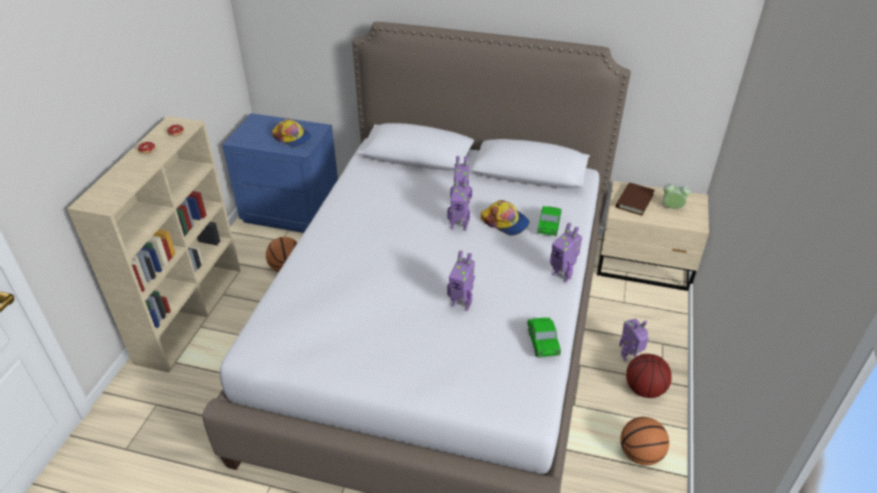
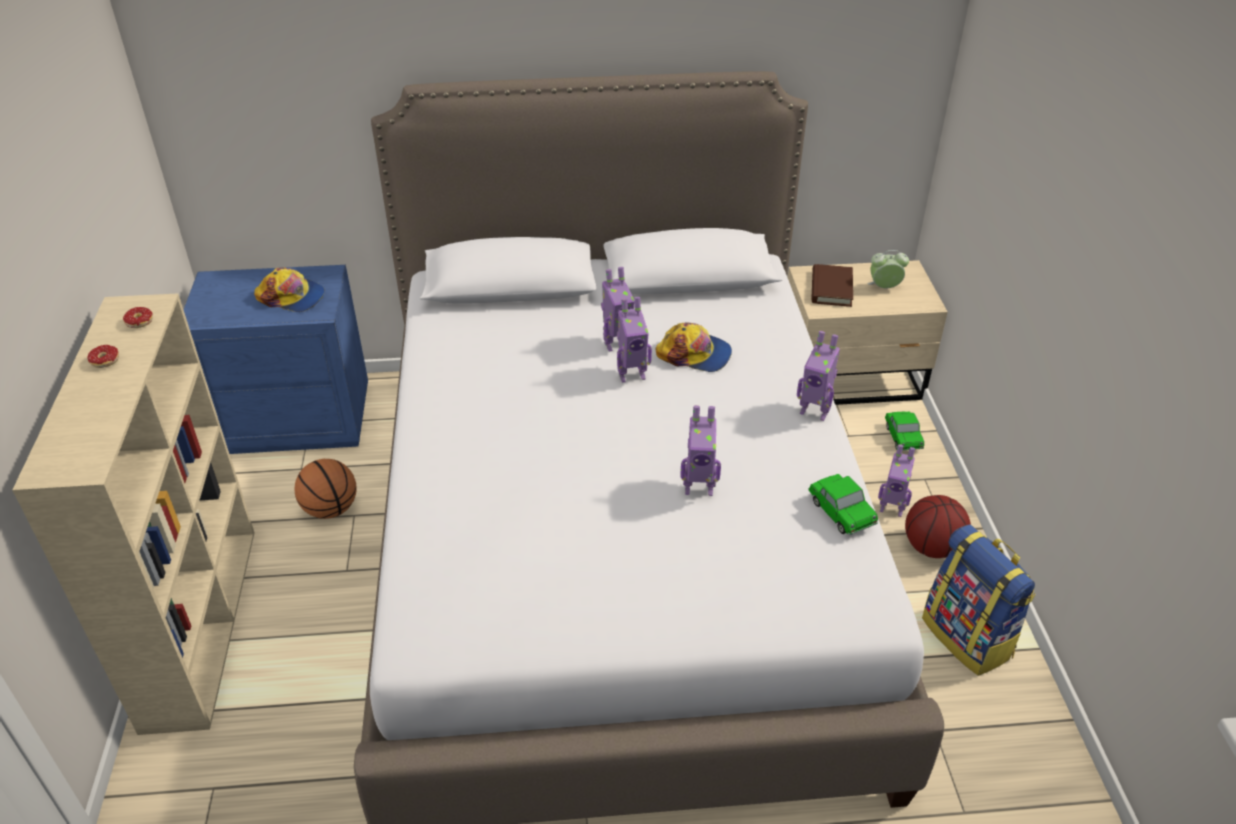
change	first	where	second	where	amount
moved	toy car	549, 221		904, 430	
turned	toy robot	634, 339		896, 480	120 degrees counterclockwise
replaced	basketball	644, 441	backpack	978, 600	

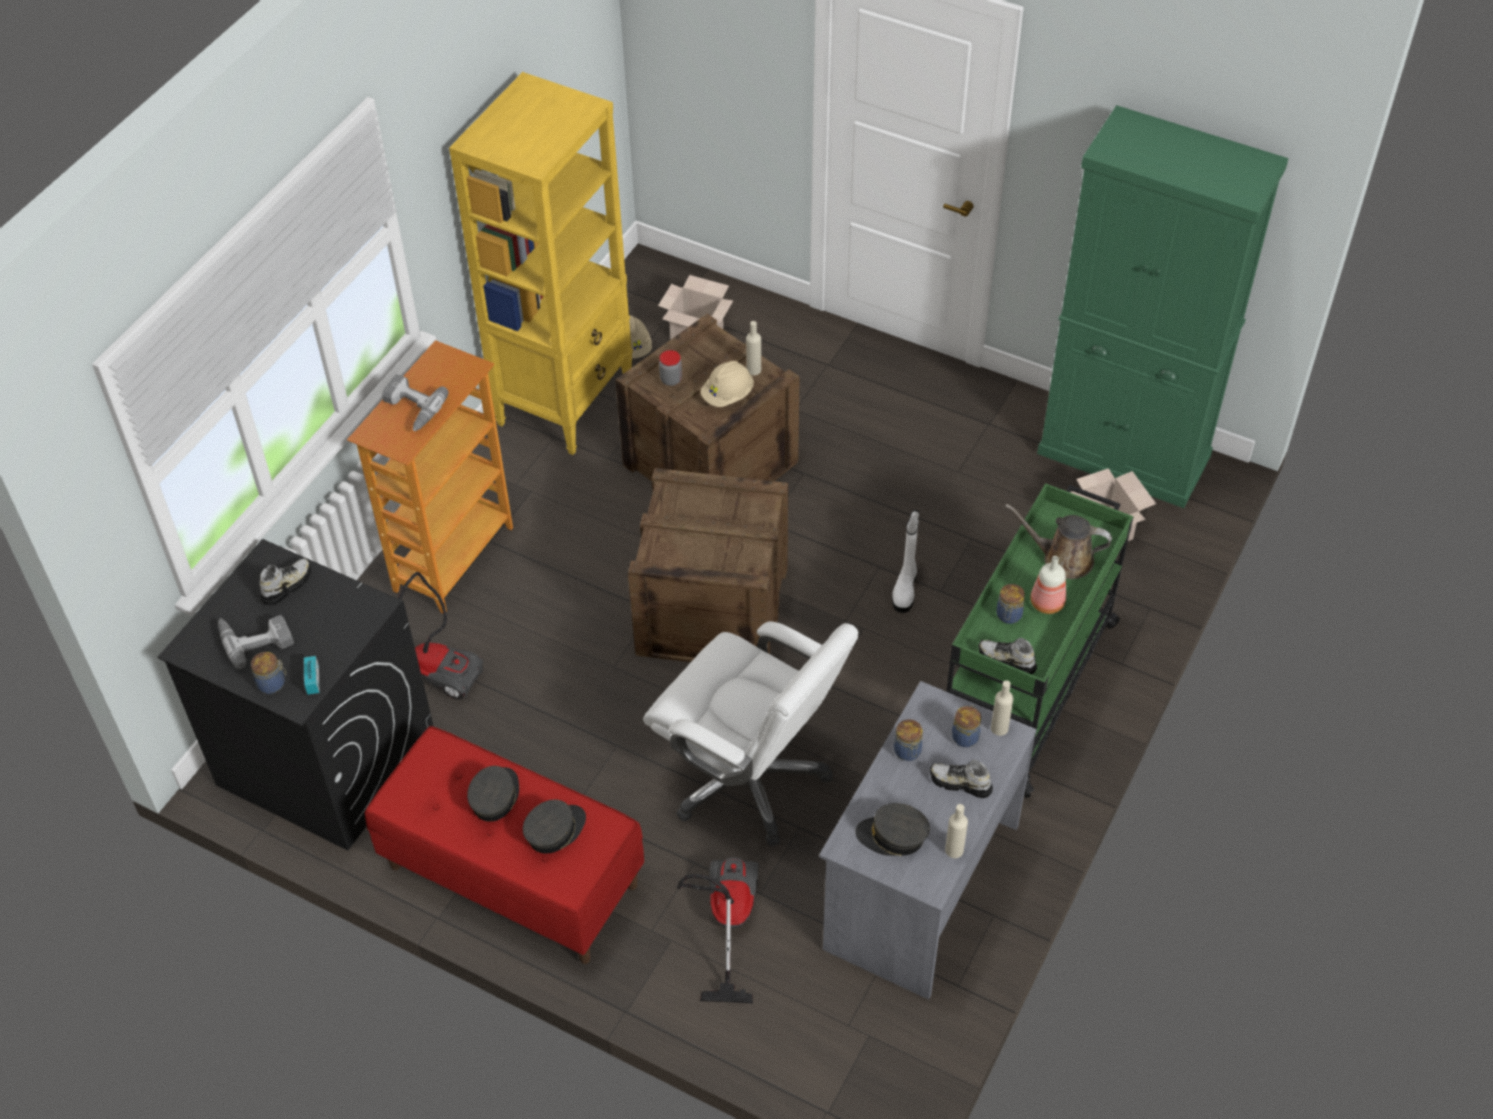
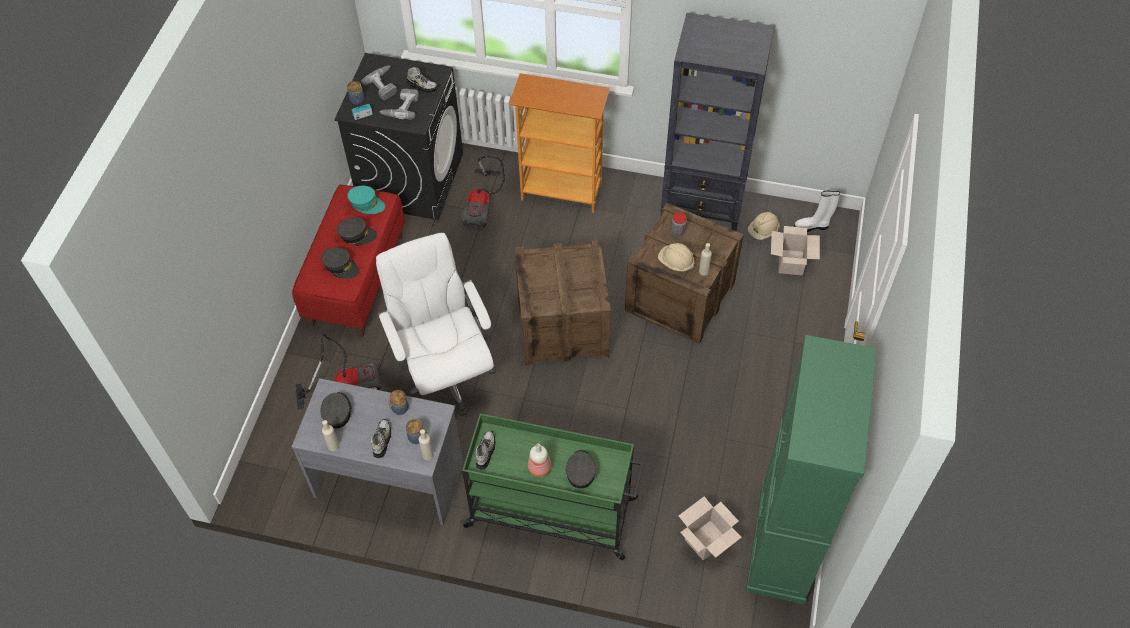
change	first	where	second	where	amount
moved	power drill	415, 402		399, 104	
recoloured	bookcase (yellow)	541, 263	bookcase (black)	717, 122	
turned	office chair (white)	751, 734		436, 325	135 degrees clockwise
moved	boot (white)	905, 561		817, 211	
removed	jar	1010, 604			
replaced	watering can (brown)	1058, 541	cap (grey)	581, 469	
added			cap (turquoise)	366, 200	

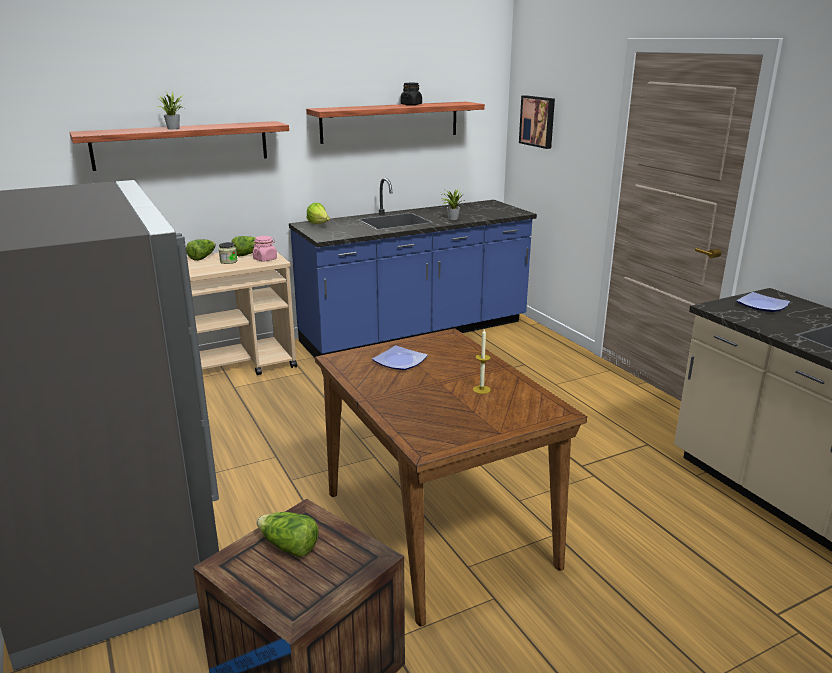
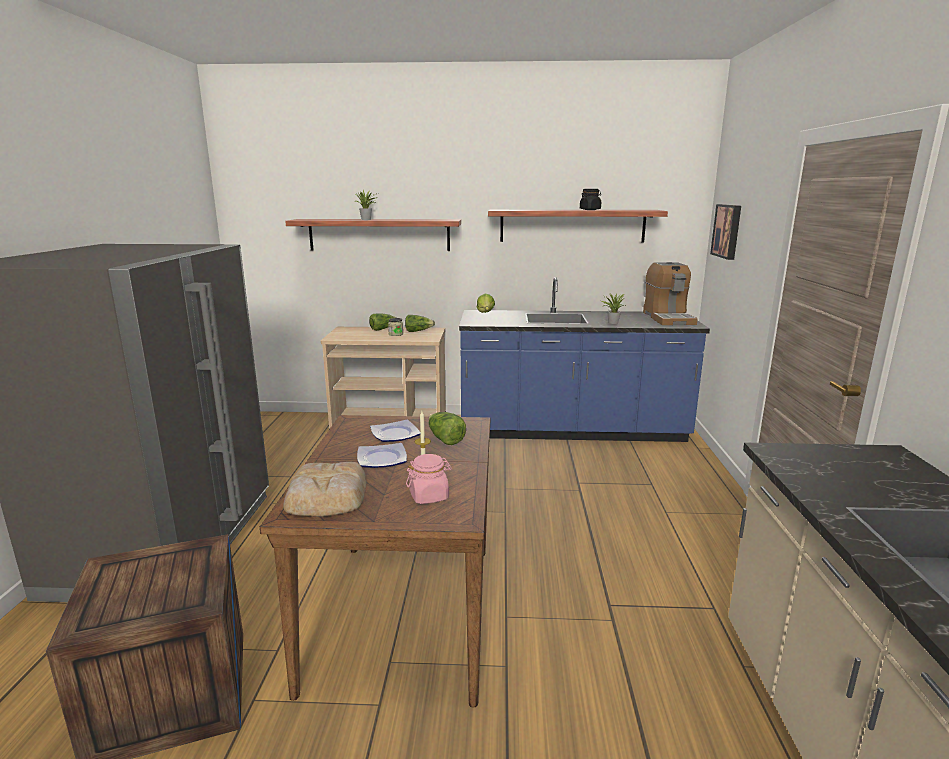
change	first	where	second	where	amount
moved	jar (pink)	265, 249		429, 479	
moved	lettuce	287, 534		447, 428	
moved	plate	763, 302		382, 455	
added			bread	324, 489	
added			coffee machine	670, 293	

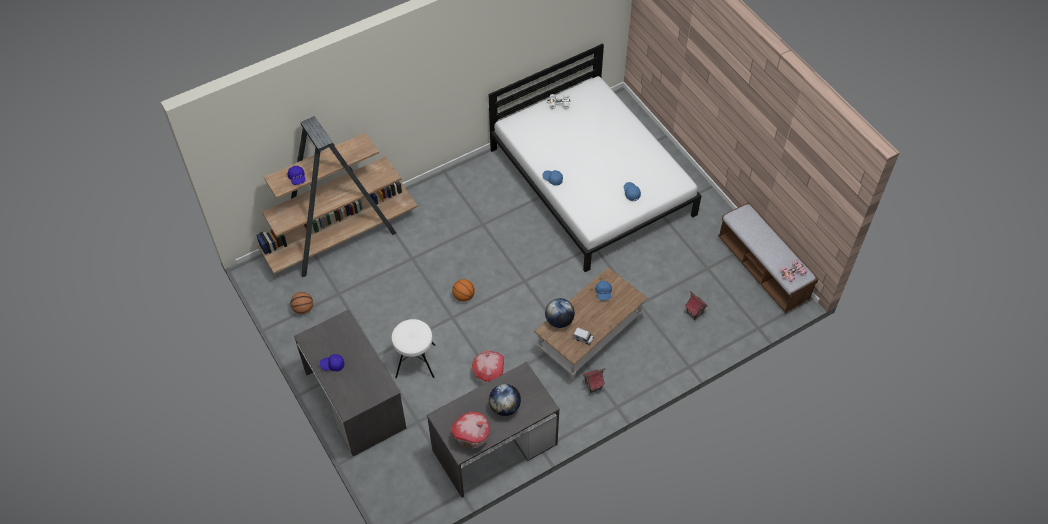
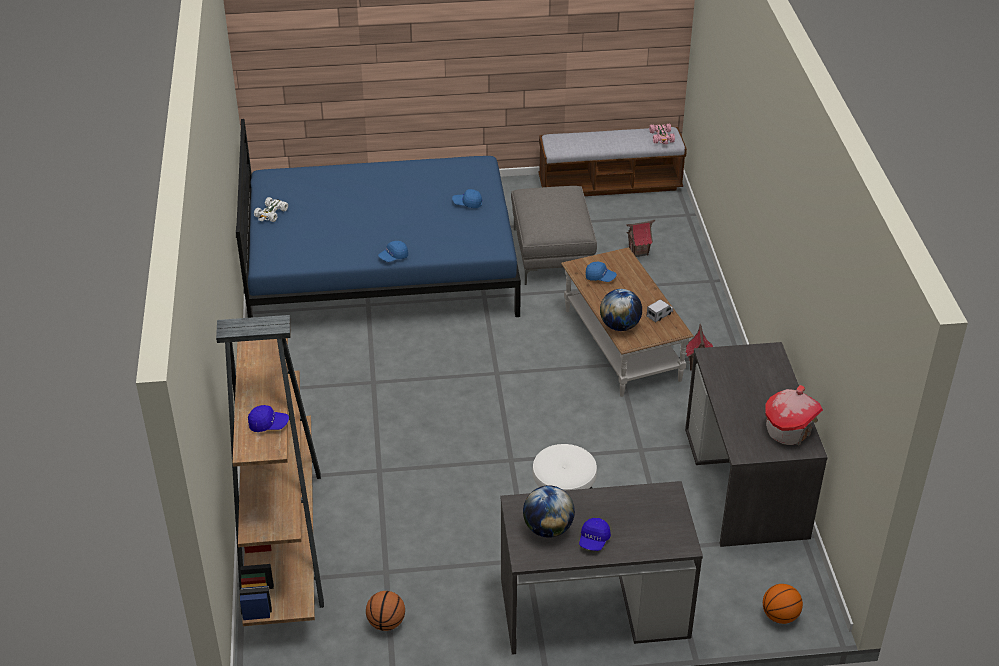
change	first	where	second	where	amount
moved	basketball	463, 290		783, 604	
removed	toy house	488, 367			
recoloured	bed (white)	595, 157	bed (blue)	378, 218	
moved	globe	505, 400		549, 511	
added			ottoman (grey)	554, 235	

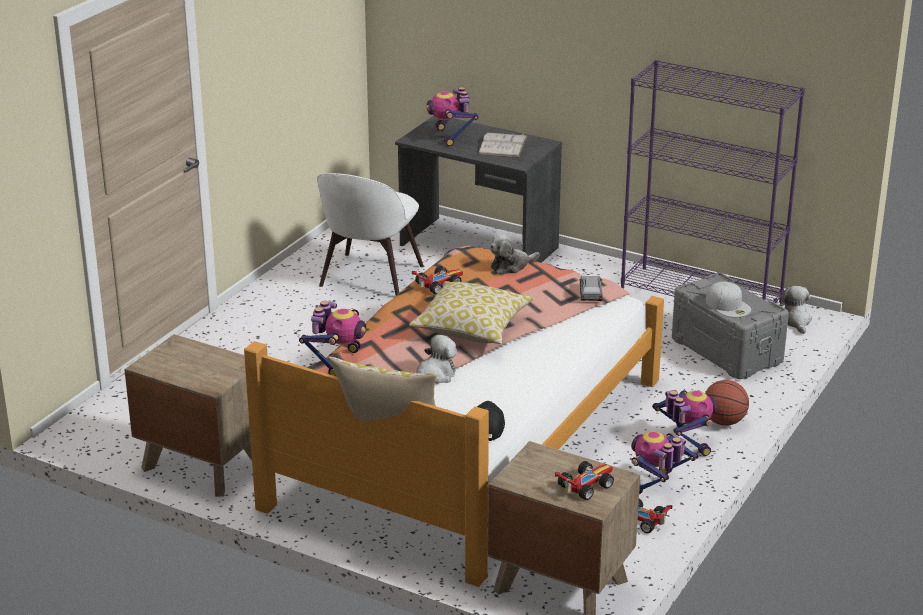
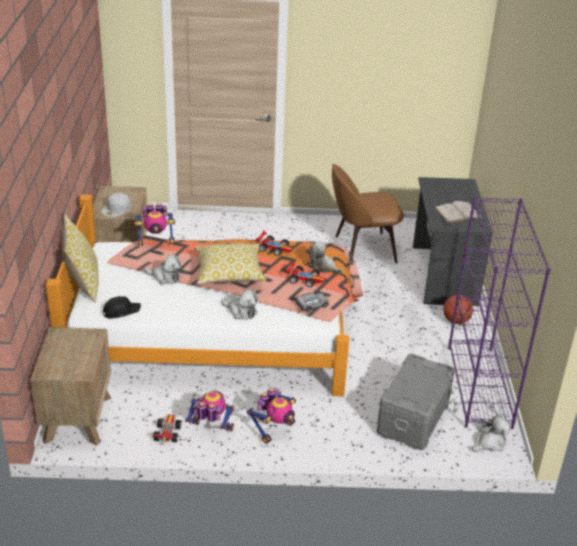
change	first	where	second	where	amount
recoloured	chair (white)	370, 234	chair (brown)	368, 213	
removed	toy robot	452, 117			
moved	toy car	584, 480		305, 274	
moved	basketball	727, 403		458, 309	
moved	cap (white)	728, 299		116, 205	
added			plush toy	239, 305	

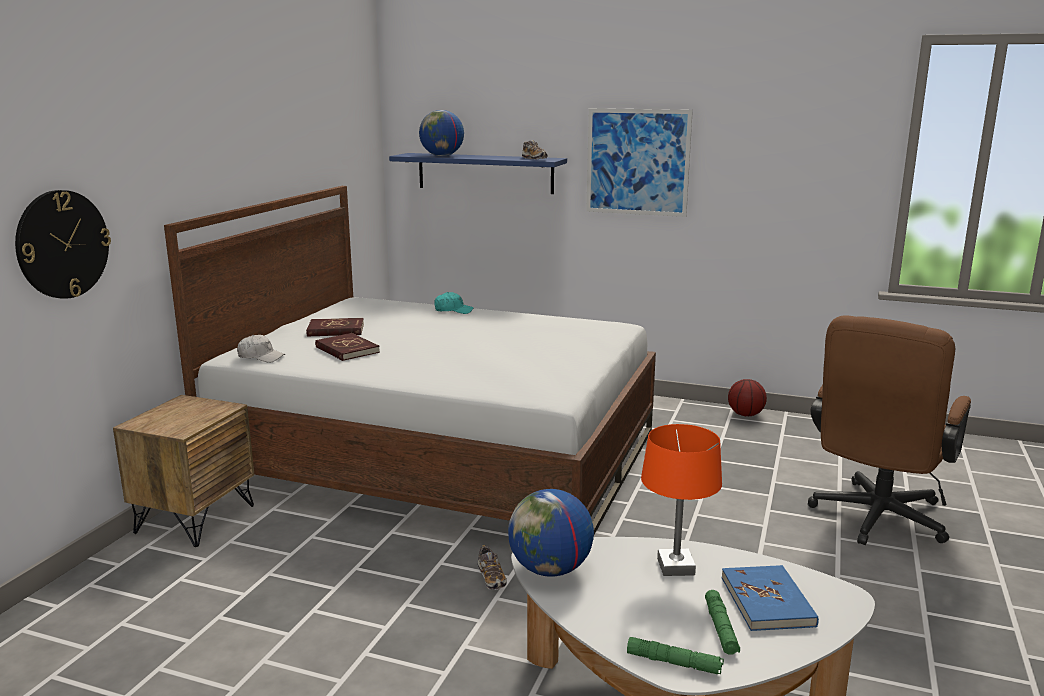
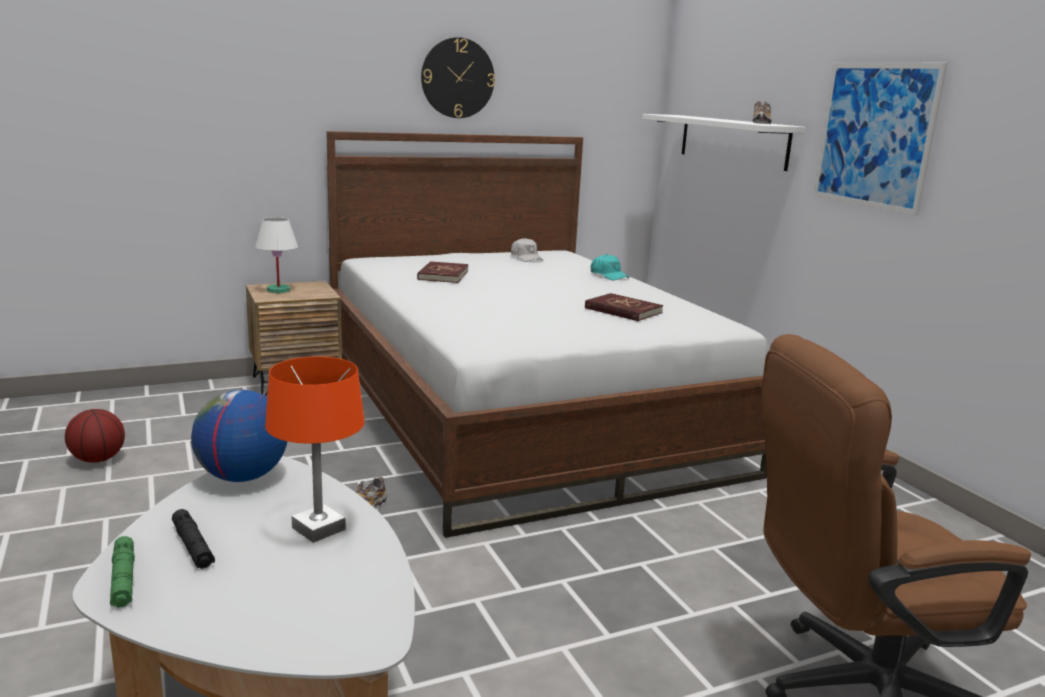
change	first	where	second	where	amount
moved	wall clock	63, 244		458, 77	
moved	cap (white)	261, 349		527, 250	
moved	book (red)	335, 327		624, 307	
recoloured	shelf (blue)	478, 173	shelf (white)	723, 142	
removed	globe	441, 133			
removed	flashlight (green)	722, 622			
removed	book (blue)	770, 598			
moved	basketball	747, 397		95, 436	
added			flashlight (black)	193, 539	
added			table lamp (white)	276, 255	

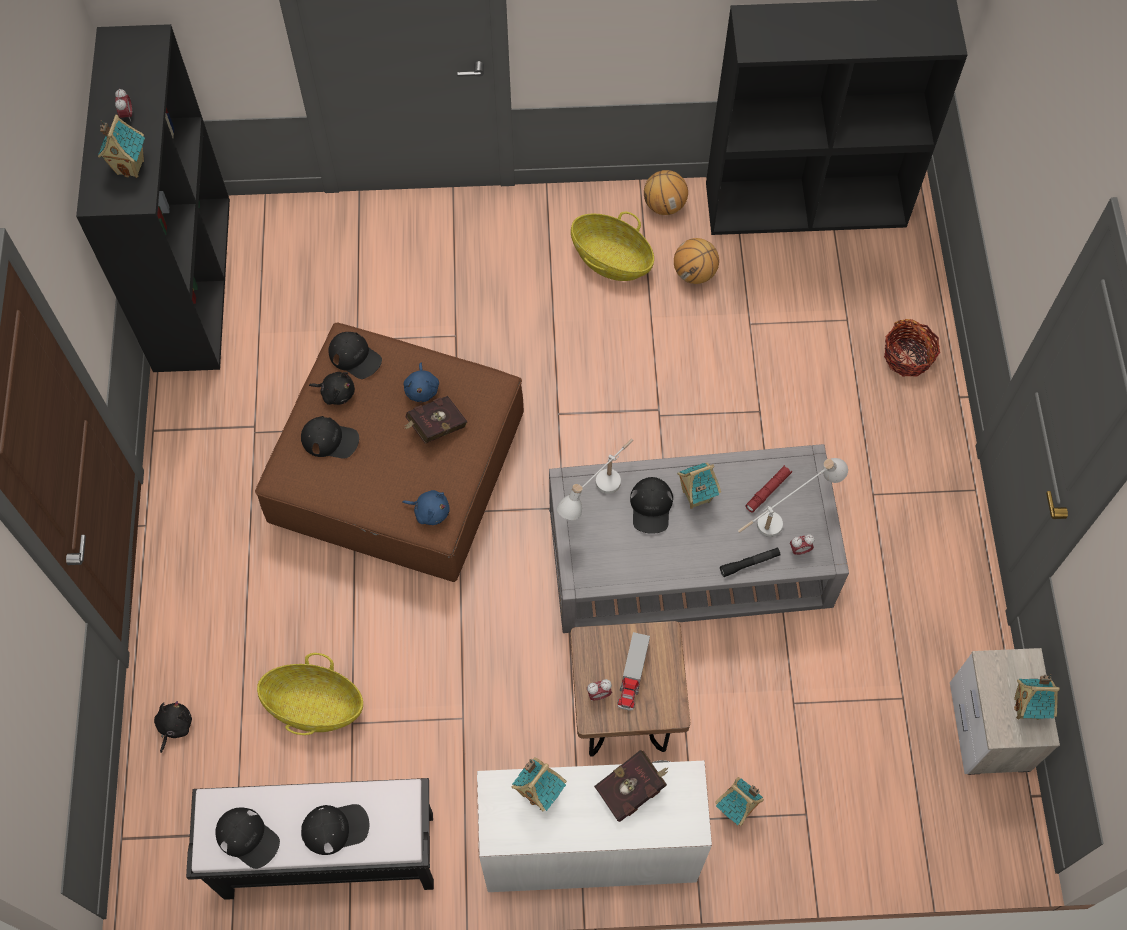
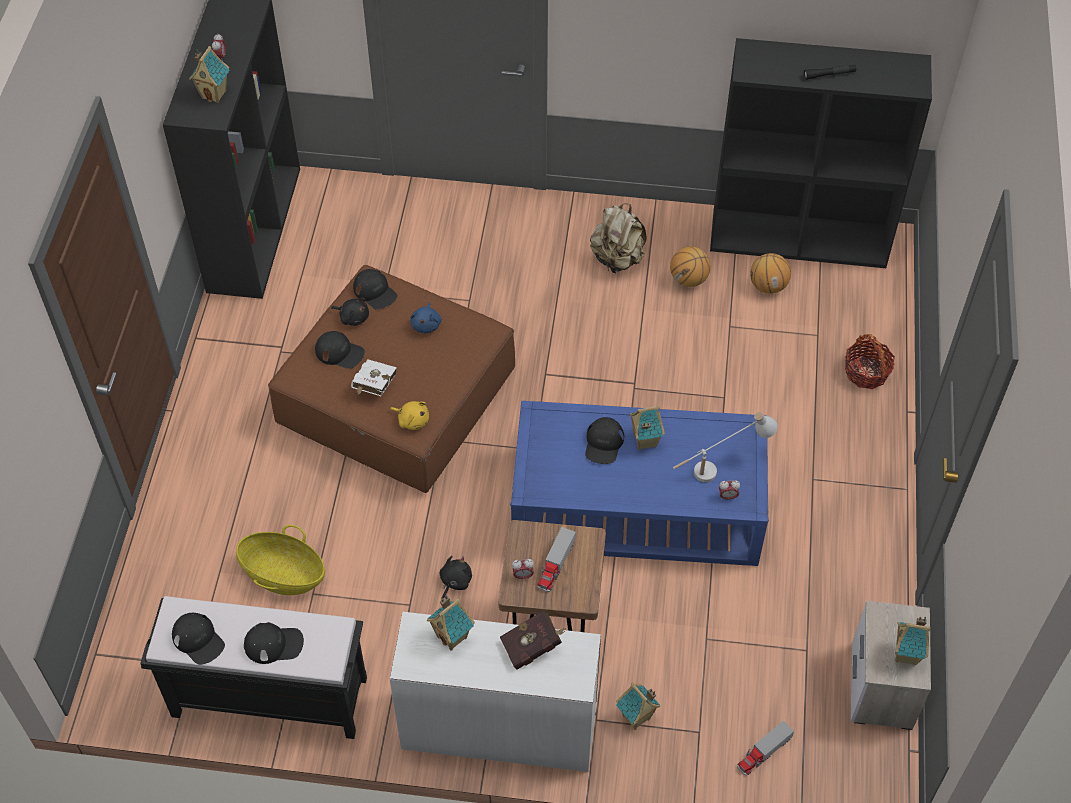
change	first	where	second	where	amount
moved	plush toy (black)	173, 727		455, 577	
recoloured	plush toy (blue)	425, 507	plush toy (yellow)	409, 415	
removed	book (red)	436, 420			
recoloured	coffee table (grey)	699, 538	coffee table (blue)	639, 483	
removed	table lamp (white)	595, 479			
replaced	basket	612, 246	backpack (beige)	618, 238	
moved	basketball	666, 192		770, 273	
moved	flashlight (black)	750, 562		830, 72	
removed	flashlight (red)	768, 489			
added			book (white)	374, 377	
added			toy truck	765, 748	

